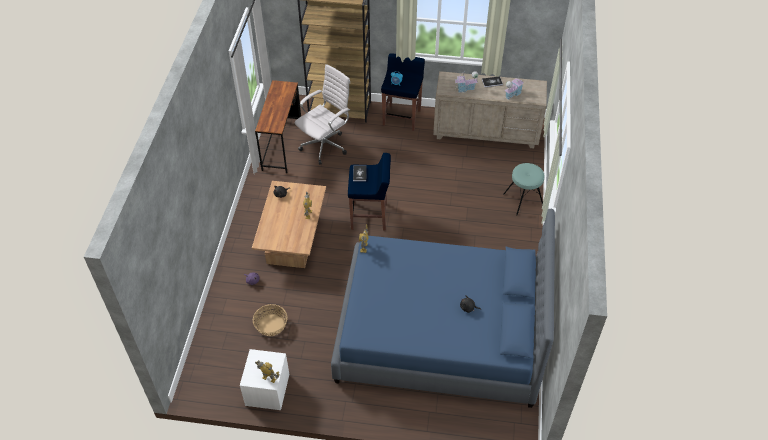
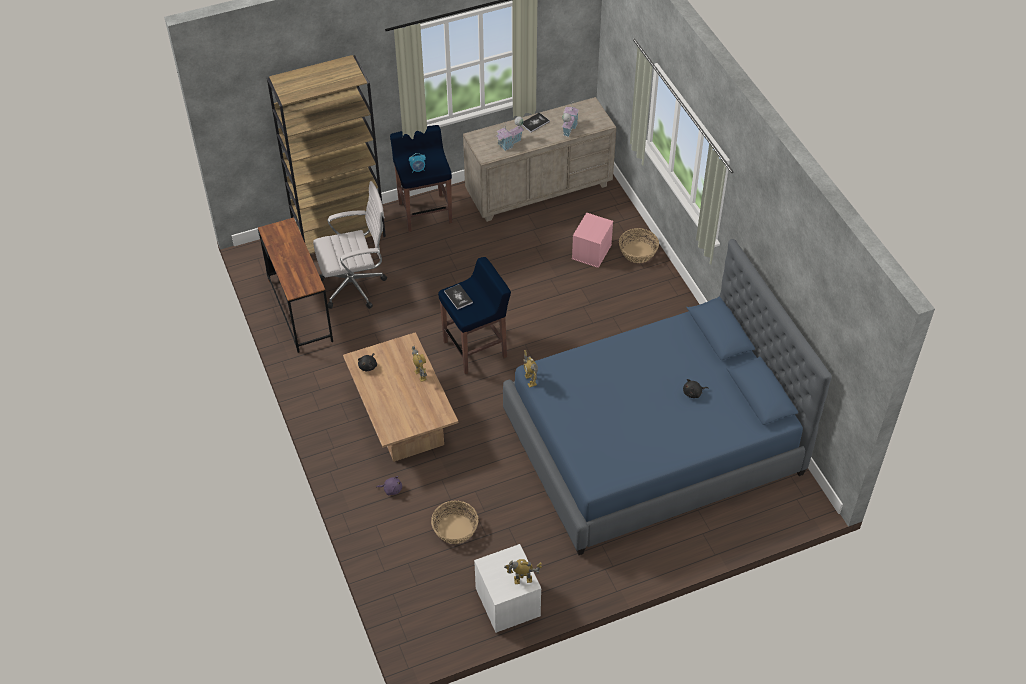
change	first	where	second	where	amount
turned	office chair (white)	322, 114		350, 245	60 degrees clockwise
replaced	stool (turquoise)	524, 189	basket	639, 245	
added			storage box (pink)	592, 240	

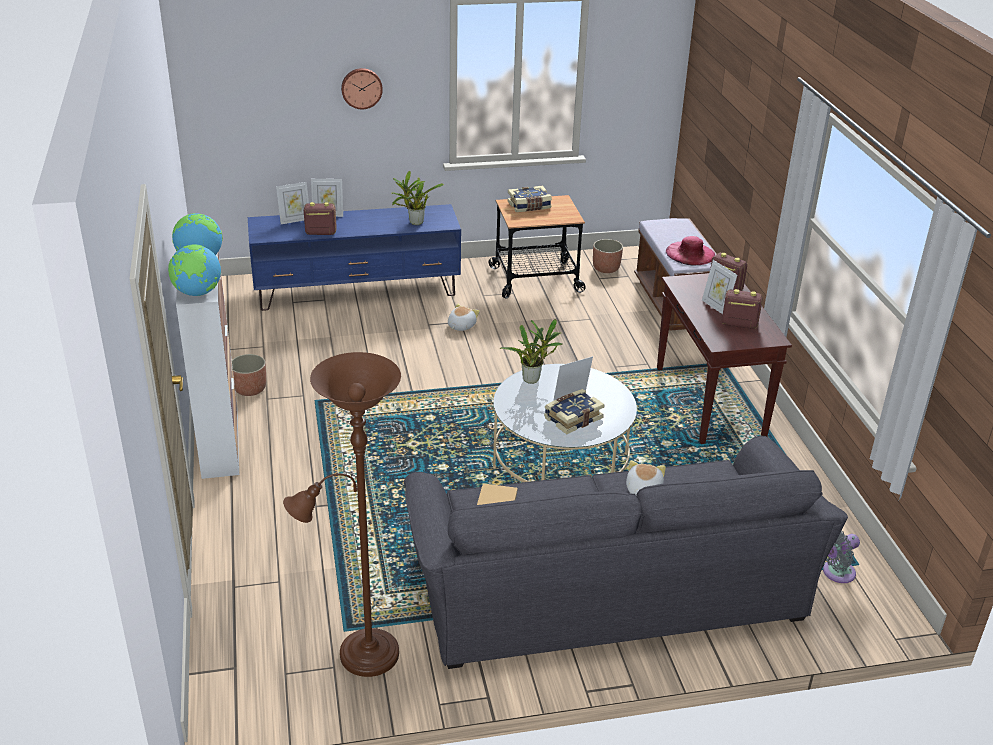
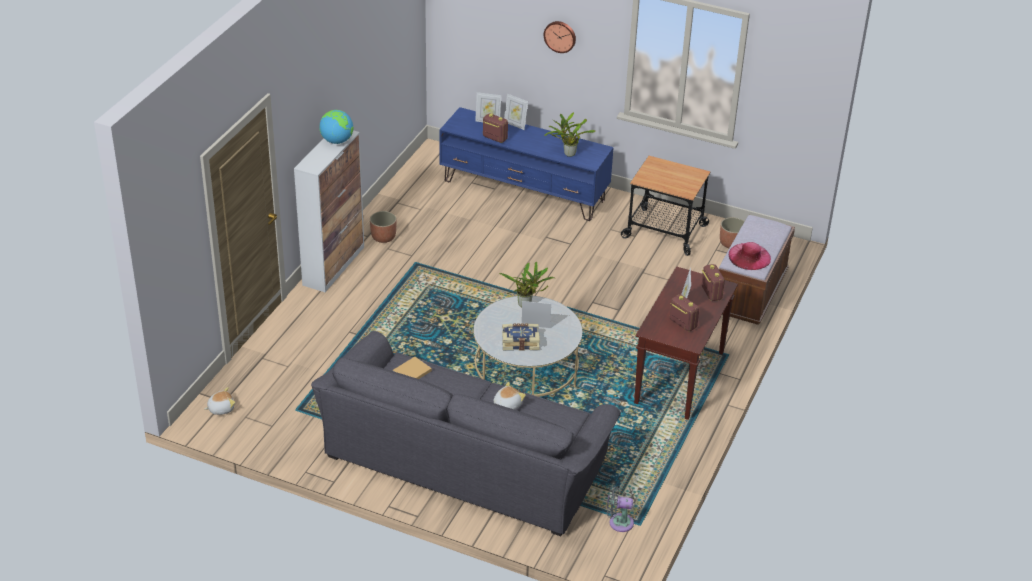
change	first	where	second	where	amount
removed	globe	194, 270			
removed	floor lamp (brown)	342, 514			
moved	plush toy	464, 317		220, 401	
removed	book	529, 199			

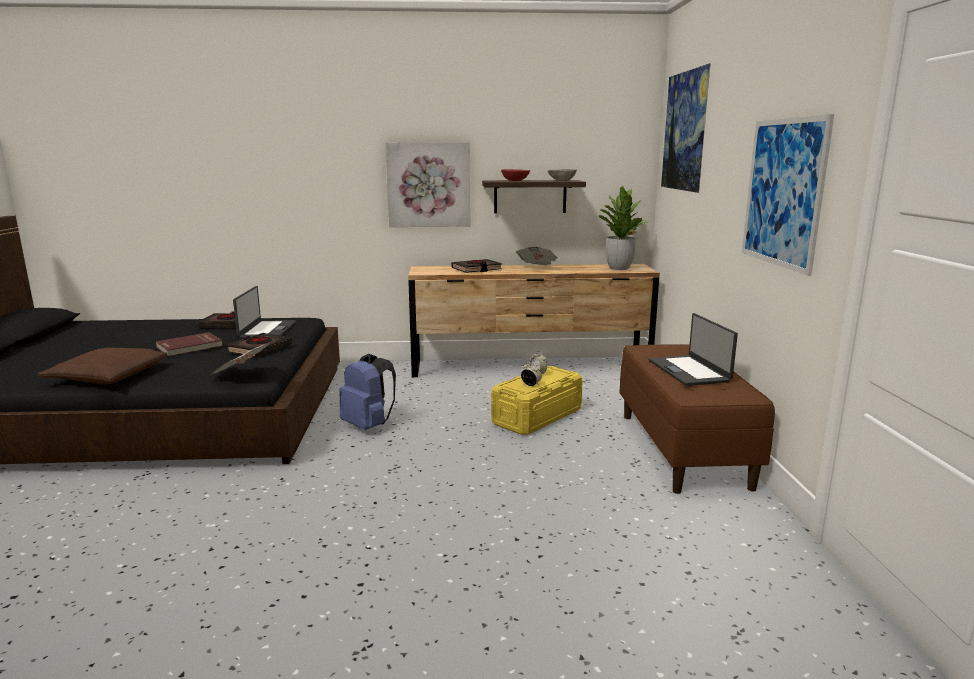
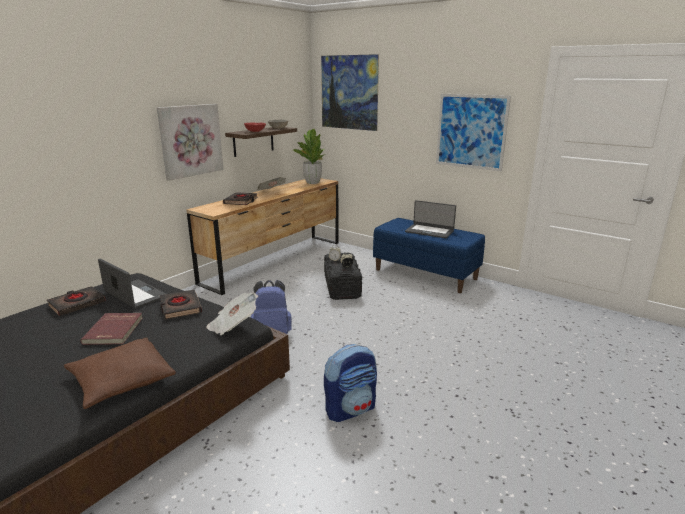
change	first	where	second	where	amount
recoloured	storage box (yellow)	537, 400	storage box (black)	343, 276	
recoloured	bench (brown)	697, 419	bench (blue)	429, 255	
added			backpack	350, 383	

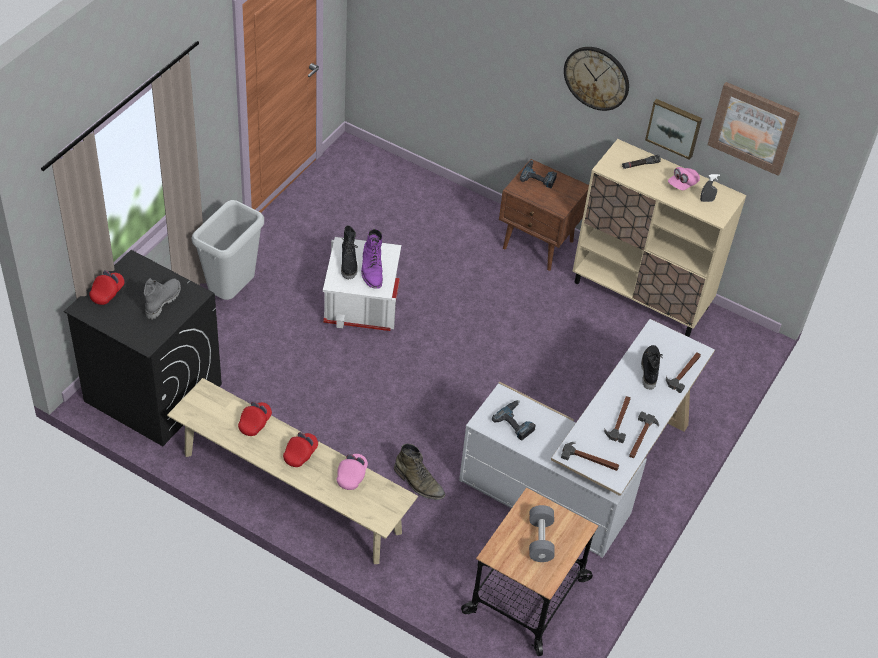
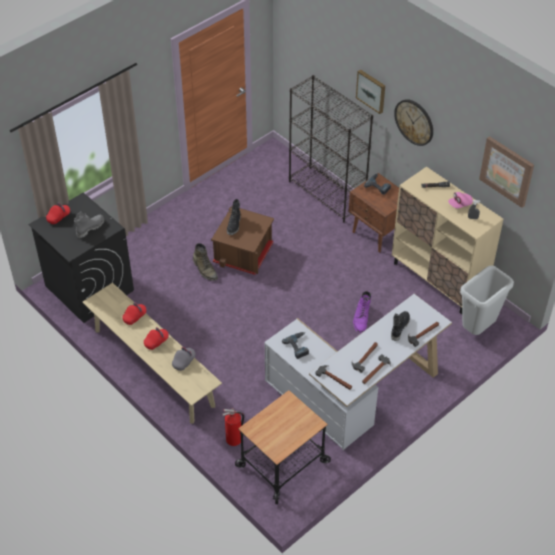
change	first	where	second	where	amount
moved	trash can (grey)	228, 250		487, 300	
recoloured	storage box (white)	362, 284	storage box (brown)	242, 240	
recoloured	cap (pink)	352, 472	cap (grey)	184, 359	
moved	boot (purple)	372, 259		362, 312	
moved	boot (green)	419, 472		205, 262	
removed	dumbbell (grey)	542, 533			
moved	picture	673, 129		370, 92	
added			fire extinguisher	233, 427	
added			bookcase (black)	331, 149	

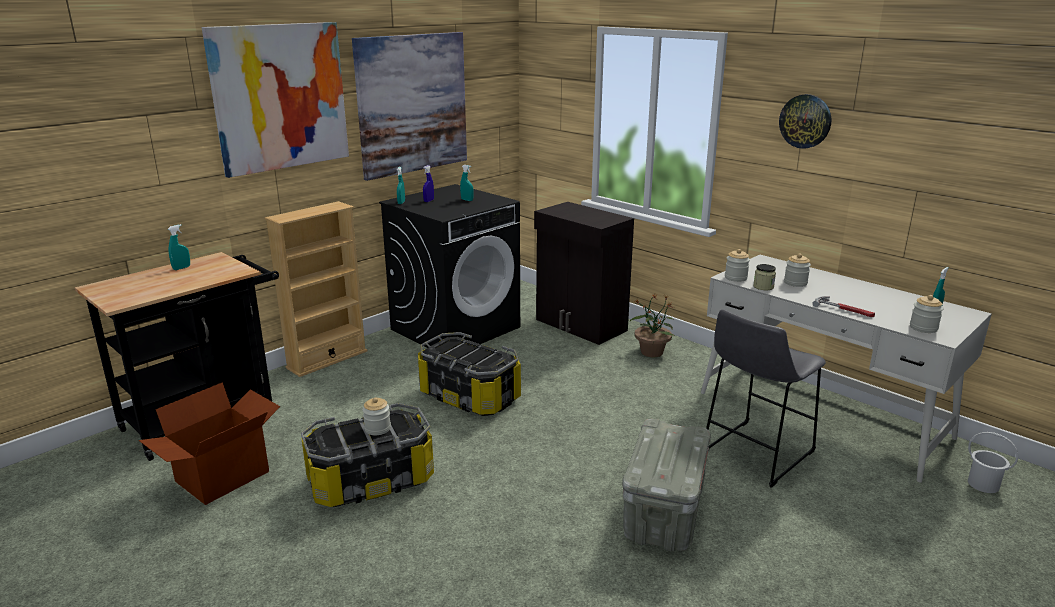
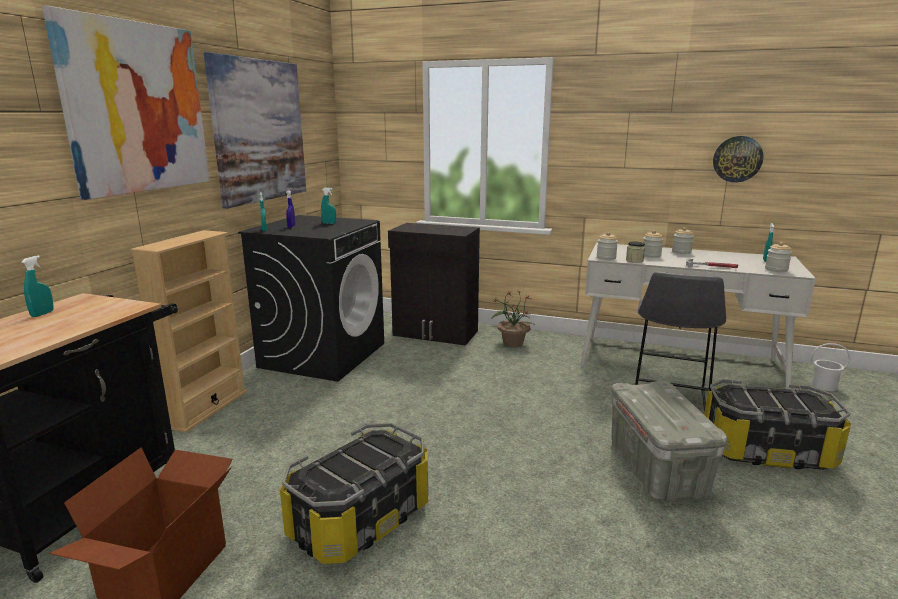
change	first	where	second	where	amount
moved	jar	376, 416		683, 240	
moved	storage box	469, 374		777, 424	
moved	wall clock	805, 121		738, 159	

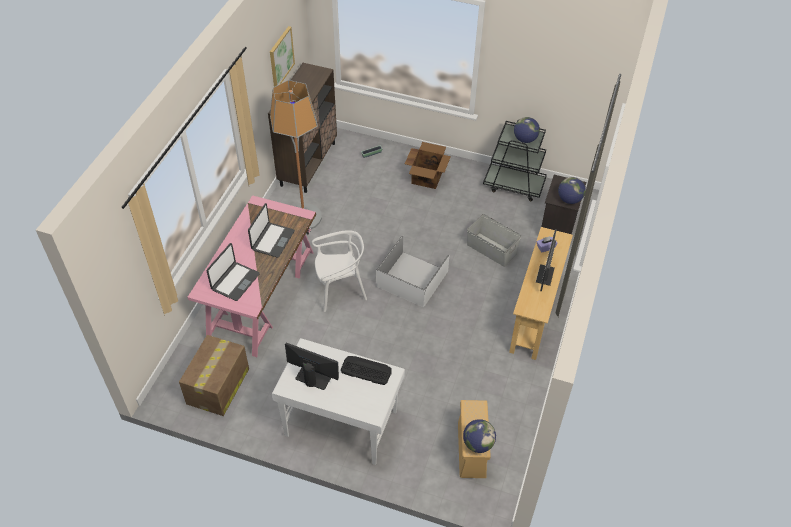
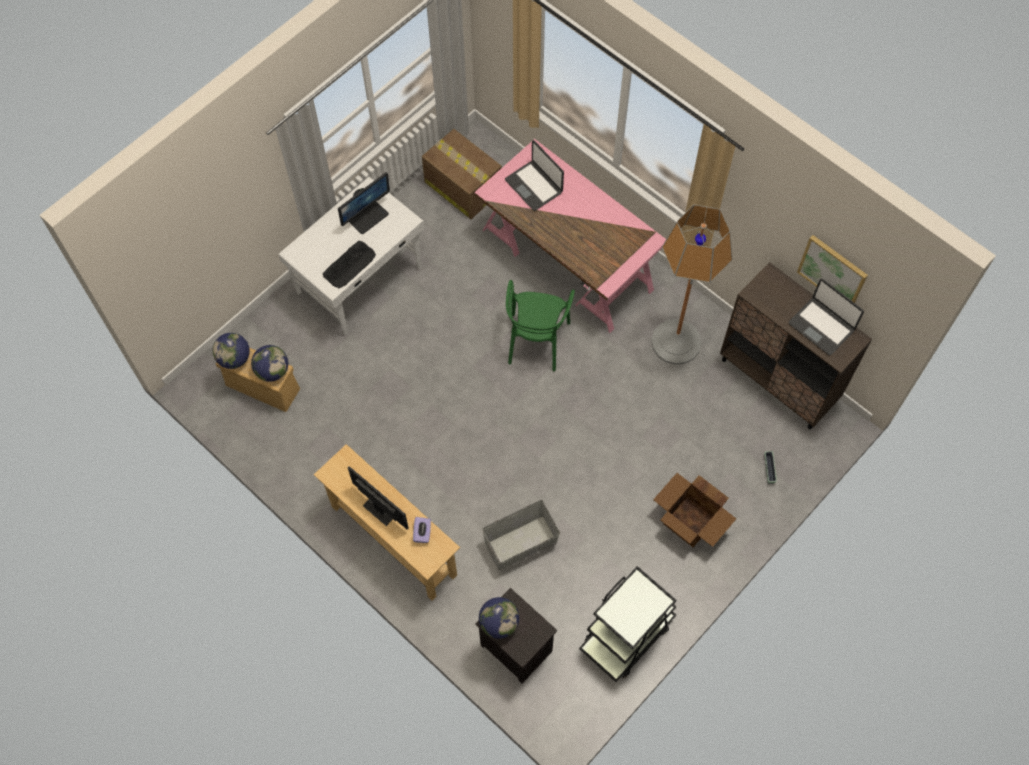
change	first	where	second	where	amount
moved	laptop	271, 230		826, 317	
recoloured	chair (white)	339, 271	chair (green)	540, 325	
removed	storage box (white)	412, 271			
moved	globe	527, 130		269, 363	

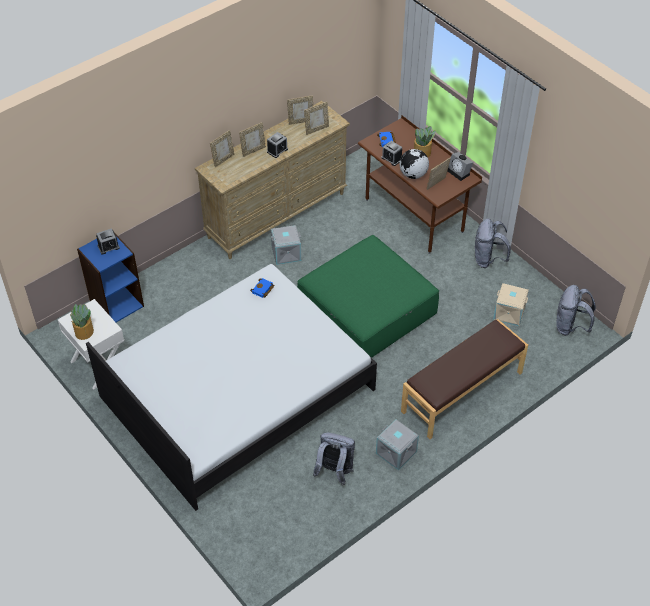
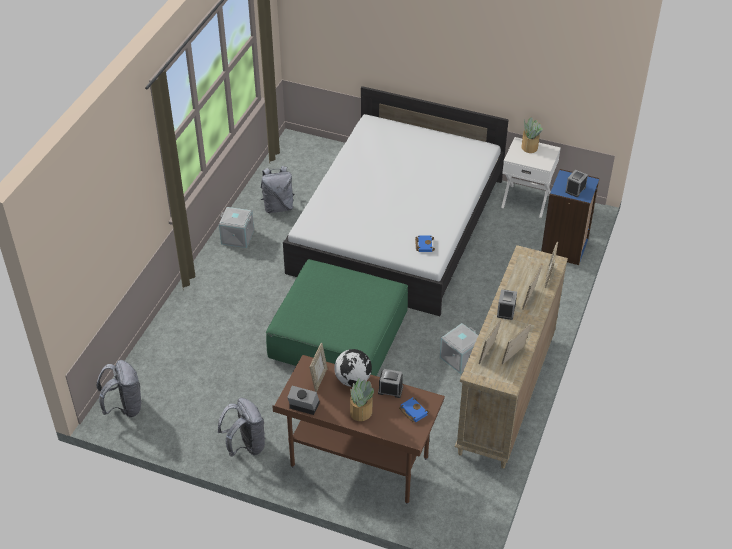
change	first	where	second	where	amount
removed	bench (brown)	464, 379			
removed	storage box (beige)	511, 304			

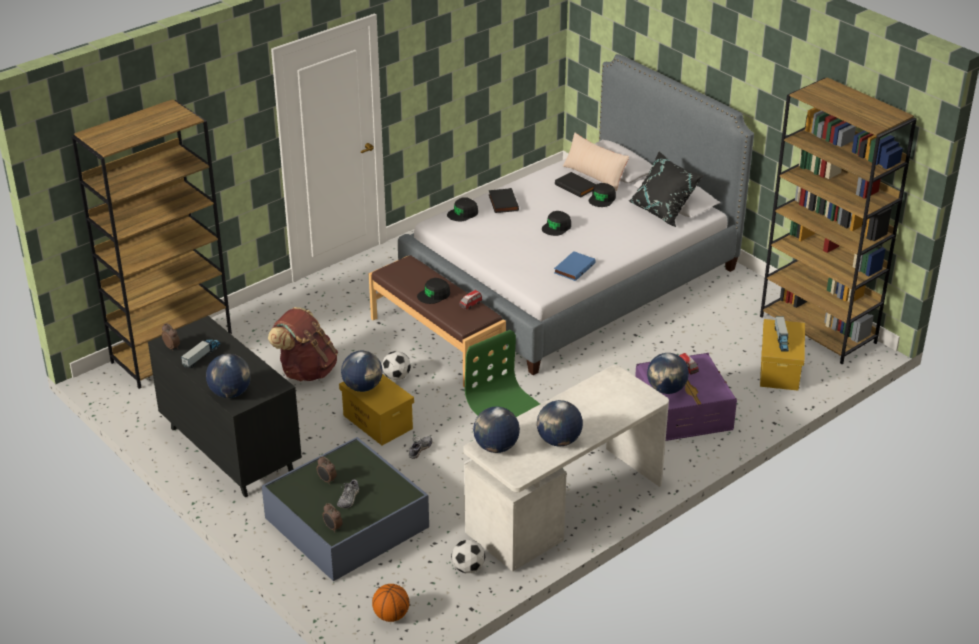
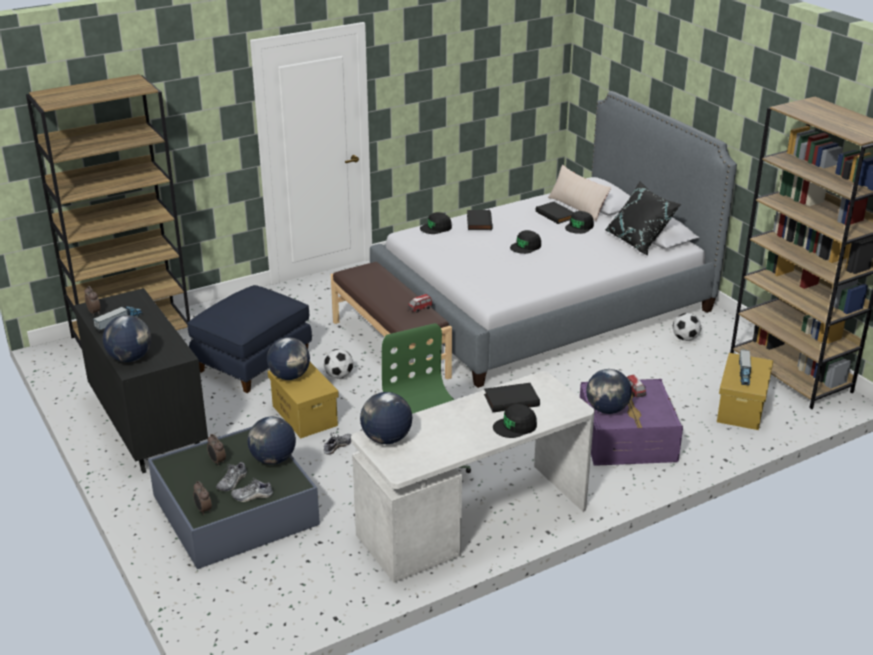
change	first	where	second	where	amount
replaced	backpack (brown)	303, 344	ottoman (blue)	249, 339	
removed	basketball	391, 603			
moved	cap (black)	433, 291		515, 421	
moved	football	468, 556		687, 327	
moved	globe	560, 423		272, 441	
removed	book (blue)	574, 266			
added			shoe	252, 490	
added			book (black)	512, 397	

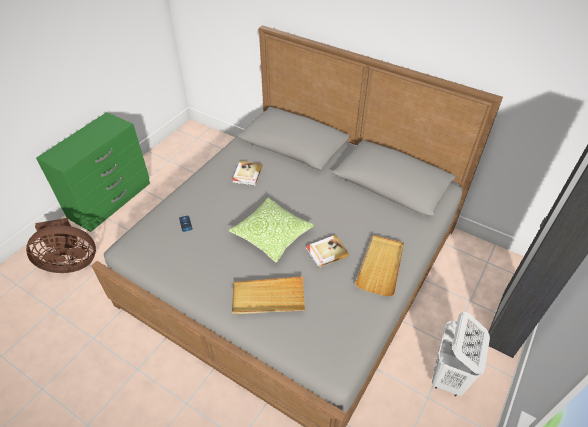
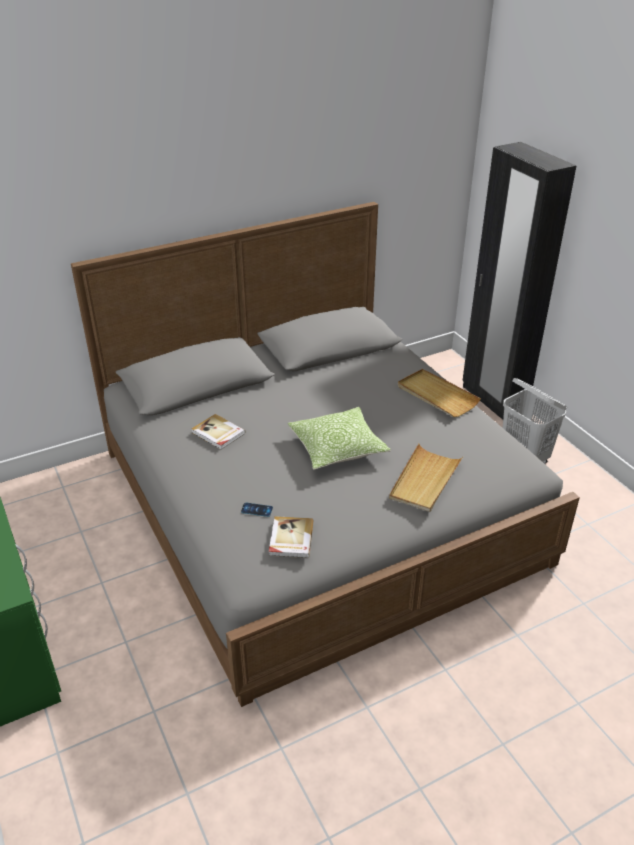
change	first	where	second	where	amount
removed	fan (brown)	61, 245			
moved	book	327, 251		291, 537	

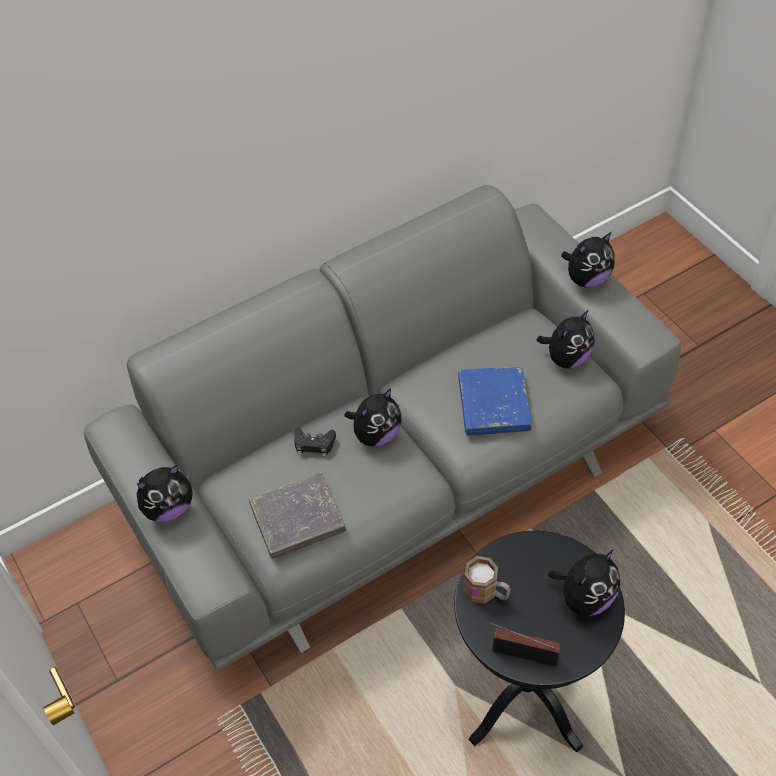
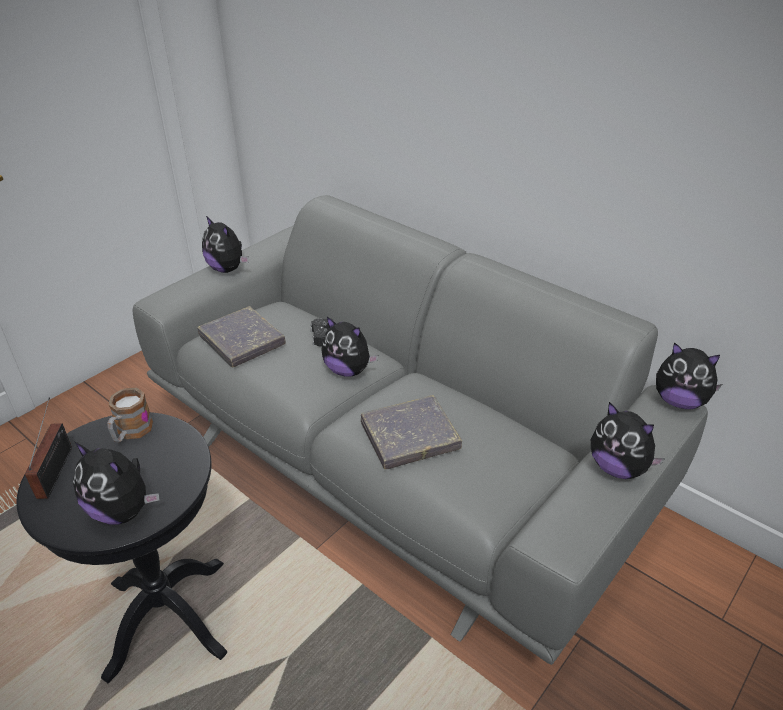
change	first	where	second	where	amount
recoloured	book (blue)	495, 400	book (grey)	411, 432	
moved	plush toy	566, 339		689, 375	

